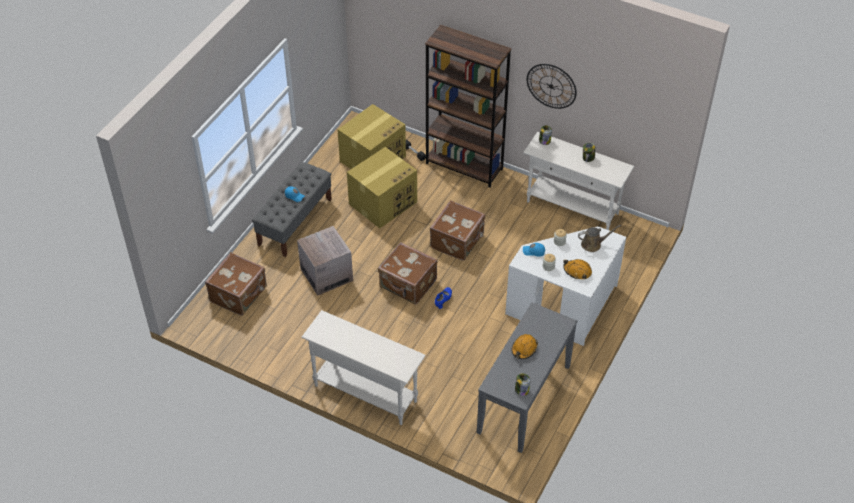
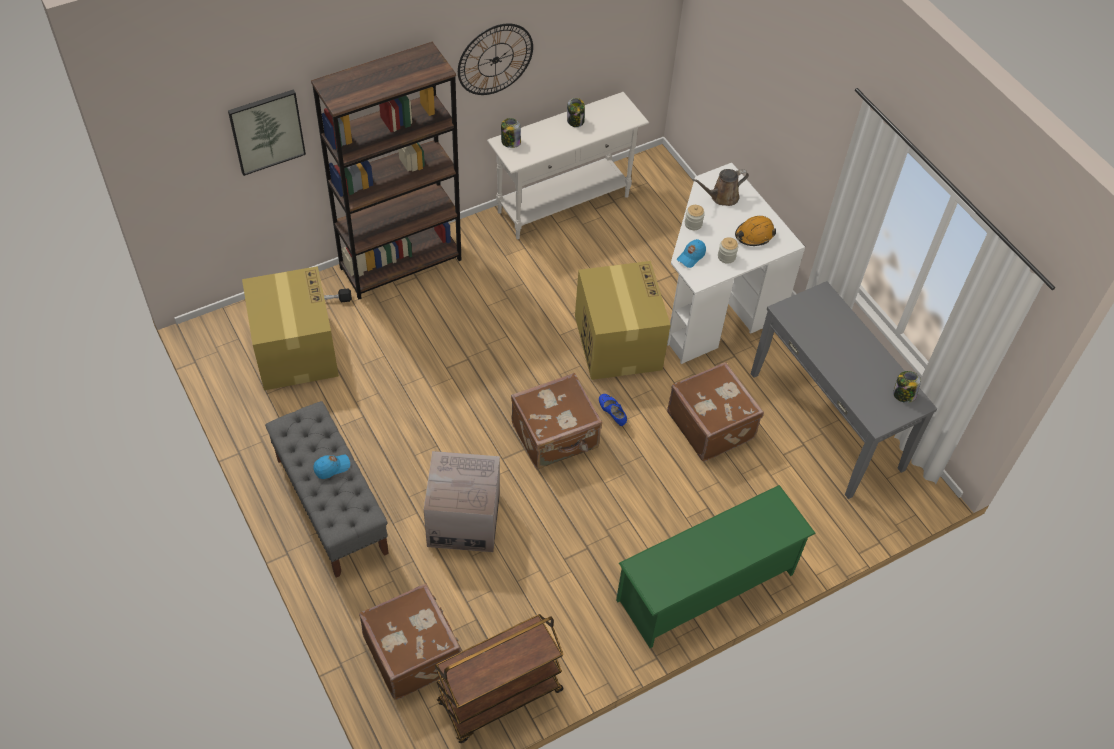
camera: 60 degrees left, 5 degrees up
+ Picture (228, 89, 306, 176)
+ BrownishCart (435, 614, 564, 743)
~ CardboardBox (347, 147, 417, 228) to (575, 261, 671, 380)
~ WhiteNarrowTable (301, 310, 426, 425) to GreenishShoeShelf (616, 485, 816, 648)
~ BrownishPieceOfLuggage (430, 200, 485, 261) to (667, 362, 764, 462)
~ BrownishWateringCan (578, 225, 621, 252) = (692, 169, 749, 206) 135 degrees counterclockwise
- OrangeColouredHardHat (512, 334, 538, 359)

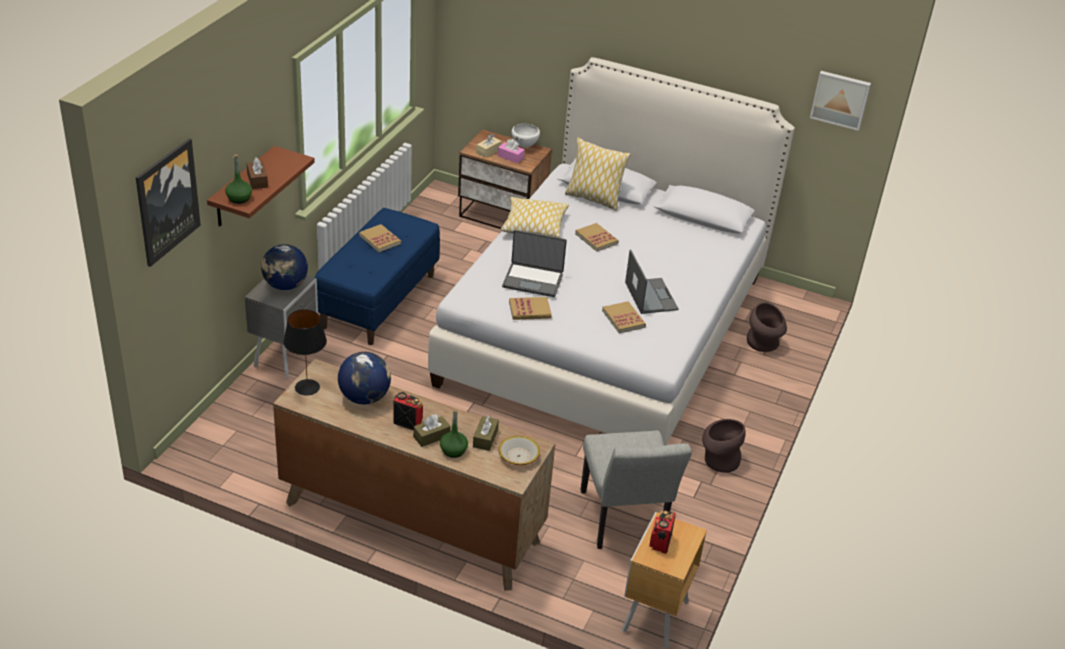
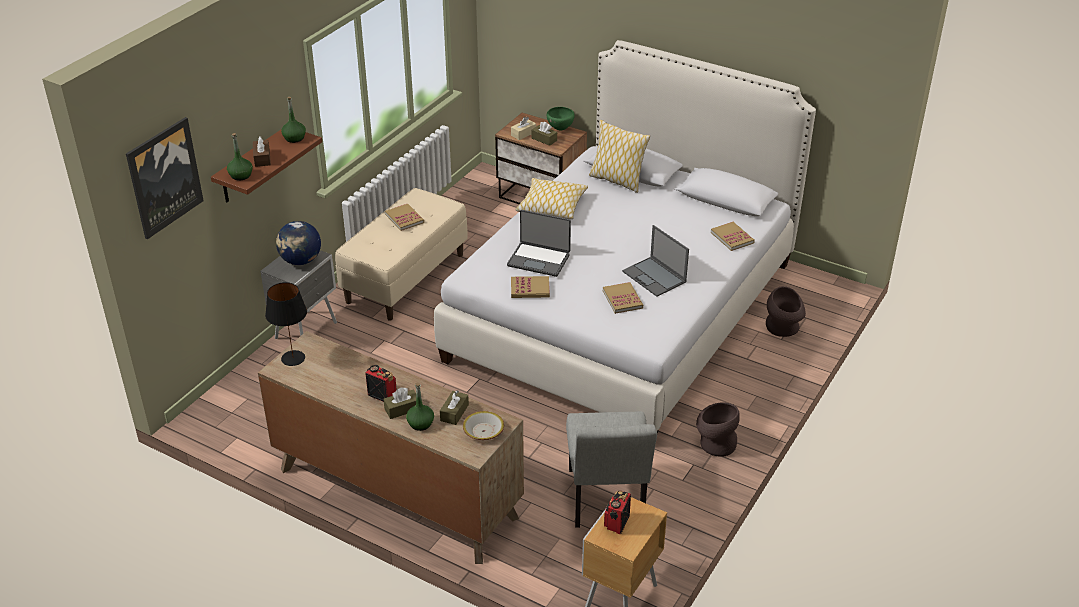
camera: 10 degrees right, 0 degrees up
+ GreenishBottle (281, 97, 306, 143)
~ BluishLongSeat (315, 208, 440, 345) to BeigeLongSeat (335, 188, 468, 321)
~ PinkishTissueHolder (498, 139, 525, 163) to BrownishTissueHolder (532, 122, 557, 146)
~ WhiteDeepDish (512, 124, 540, 148) to GreenishDeepDish (547, 107, 575, 130)
~ Laptop (625, 250, 679, 314) = (622, 225, 689, 297) 150 degrees clockwise
~ Book (575, 223, 619, 252) to (711, 222, 755, 251)
- DeskGlobe (338, 352, 391, 405)
- Picture (810, 71, 871, 131)

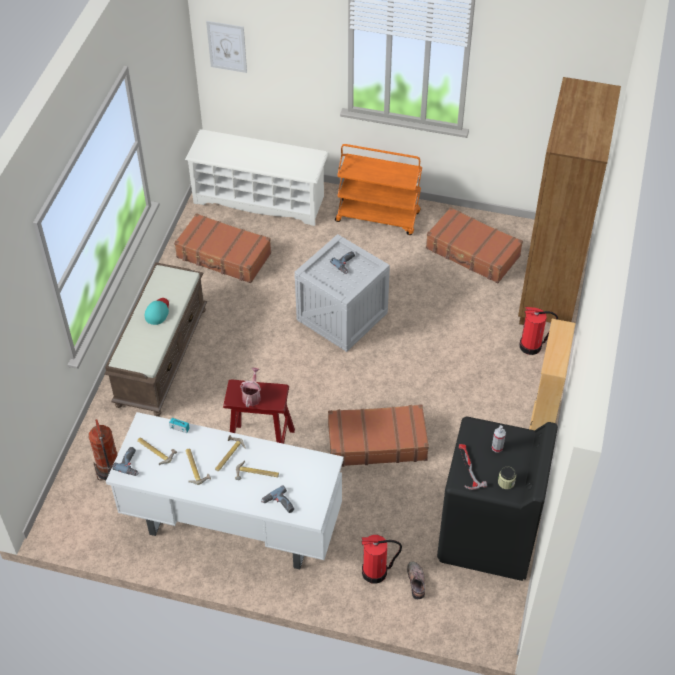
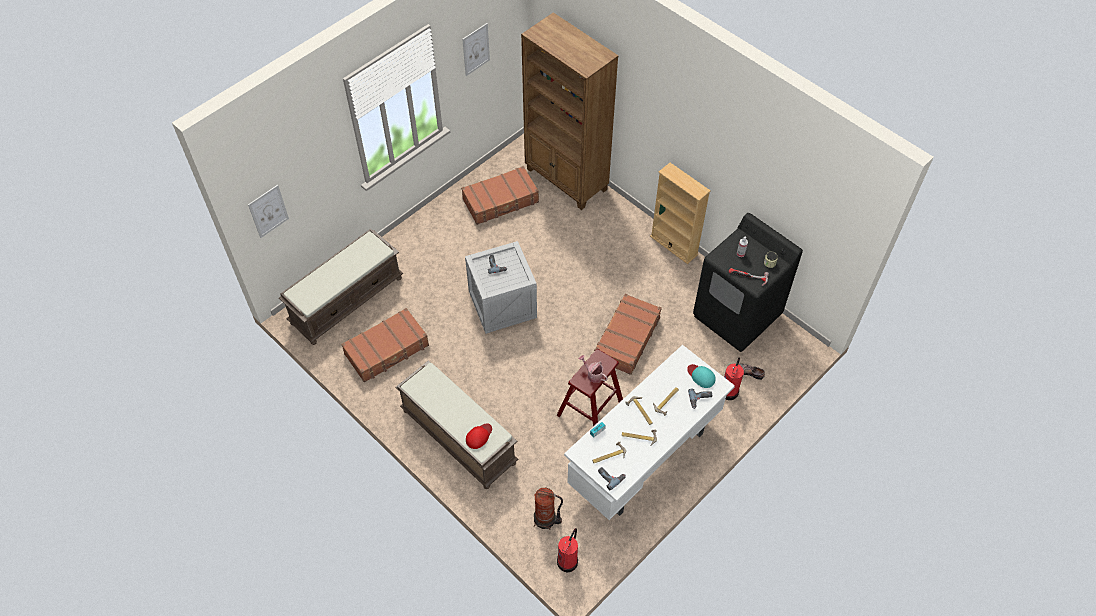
camera: 60 degrees left, 5 degrees up
~ WhiteShoeShelf (185, 129, 329, 226) to BrownishLongSeat (279, 229, 403, 345)
+ Picture (462, 23, 490, 76)
+ ReddishPeakedCap (466, 423, 492, 449)
~ Extinguisher (519, 307, 558, 355) to (557, 528, 578, 573)
~ TurquoisePeakedCap (145, 298, 169, 325) to (687, 364, 716, 388)
- OrangeColouredCart (335, 144, 422, 235)

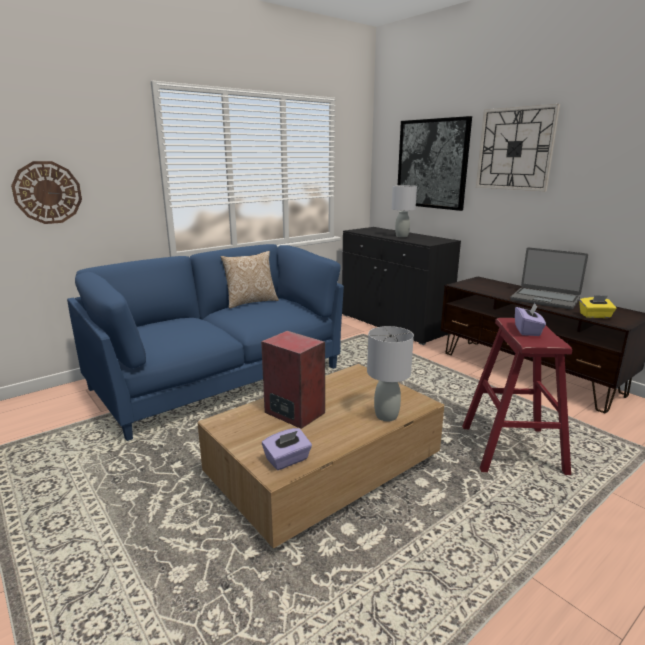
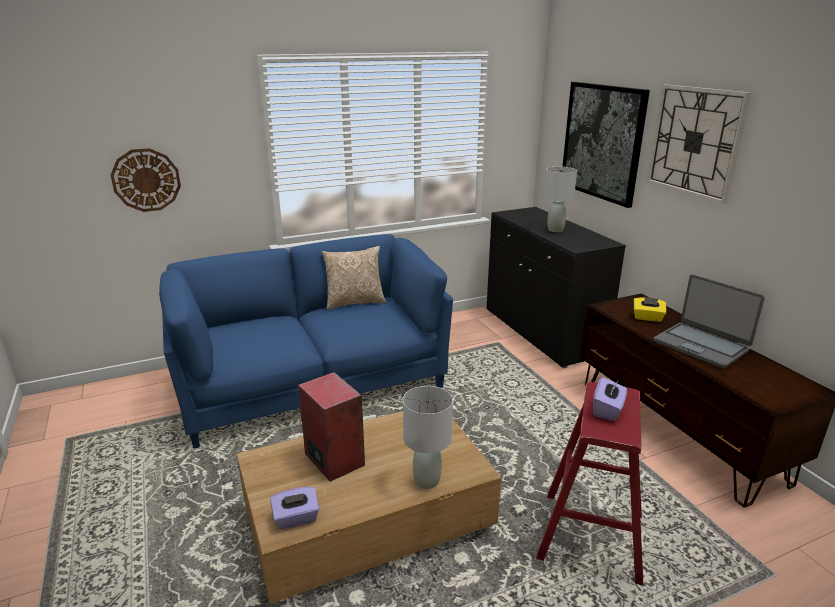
camera: 15 degrees right, 5 degrees up
~ YellowishTissueHolder (579, 295, 616, 318) to (634, 297, 666, 322)

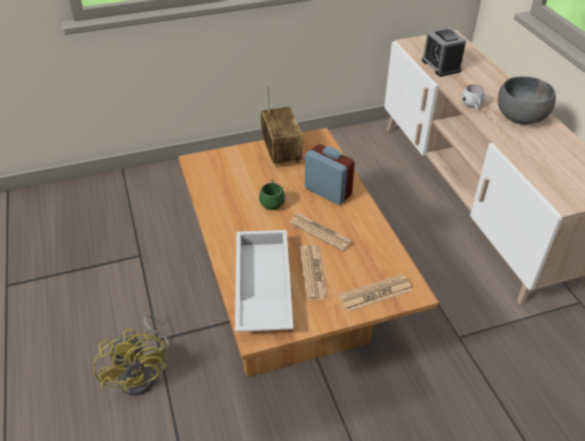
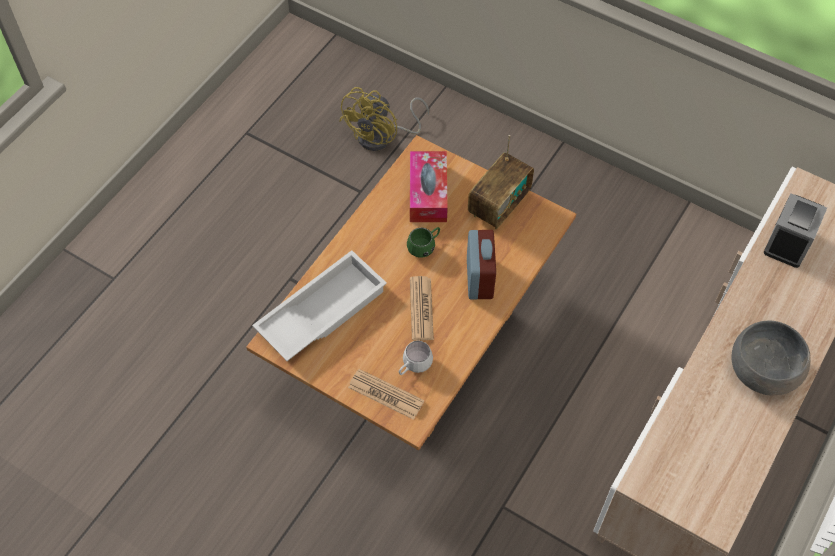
camera: 50 degrees right, 15 degrees up
~ YellowishCoolingFan (93, 315, 170, 396) to (339, 87, 429, 151)
~ WhiteMug (462, 84, 484, 110) to (399, 341, 433, 375)
+ TissueHolder (410, 151, 448, 222)
- PrintedPaper (299, 245, 328, 300)

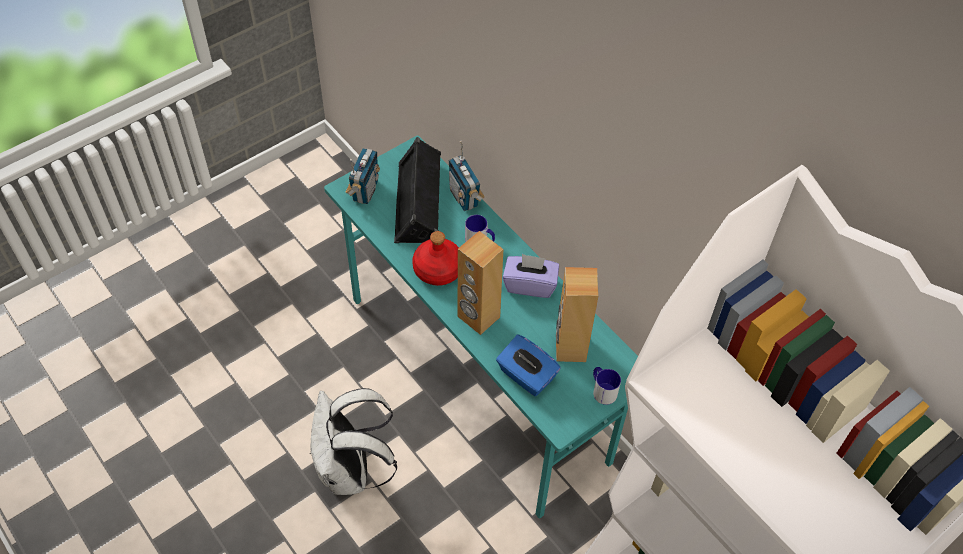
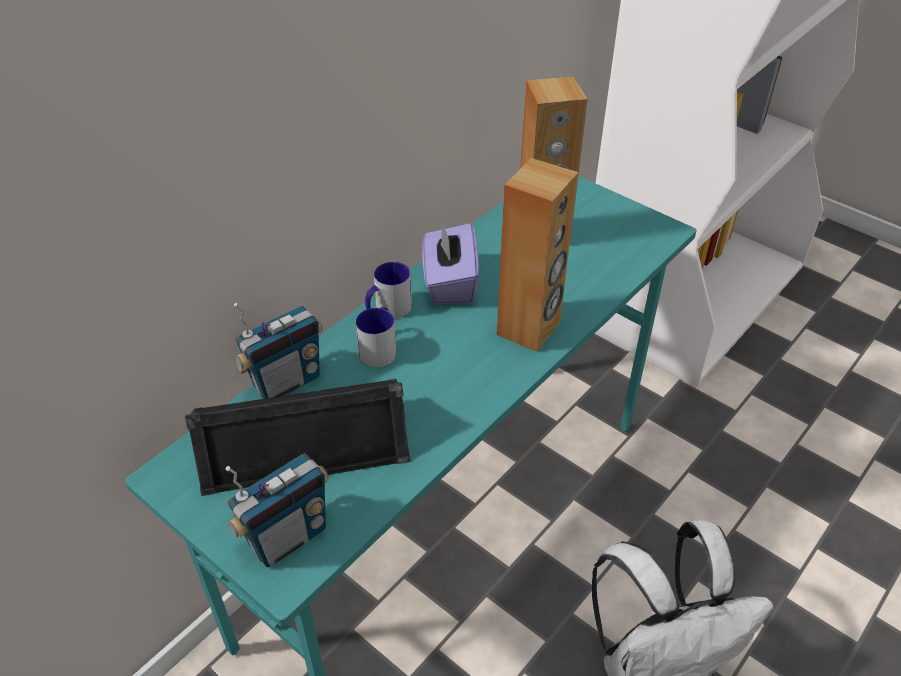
camera: 100 degrees left, 10 degrees down
~ RadioReceiver (345, 148, 380, 204) = (226, 453, 329, 567) 135 degrees clockwise
~ Mug (593, 367, 621, 405) to (365, 262, 412, 318)
- ReddishBottle (412, 231, 459, 286)
- BluishTissueHolder (496, 334, 561, 396)

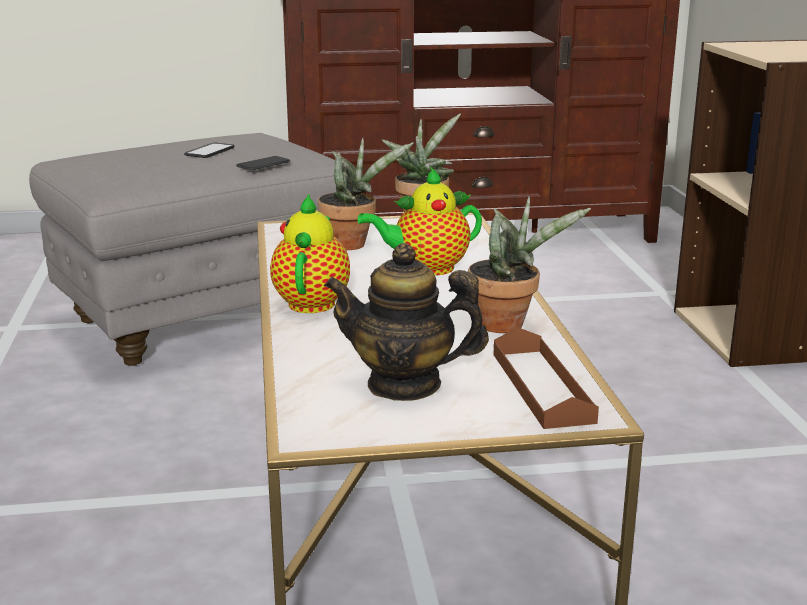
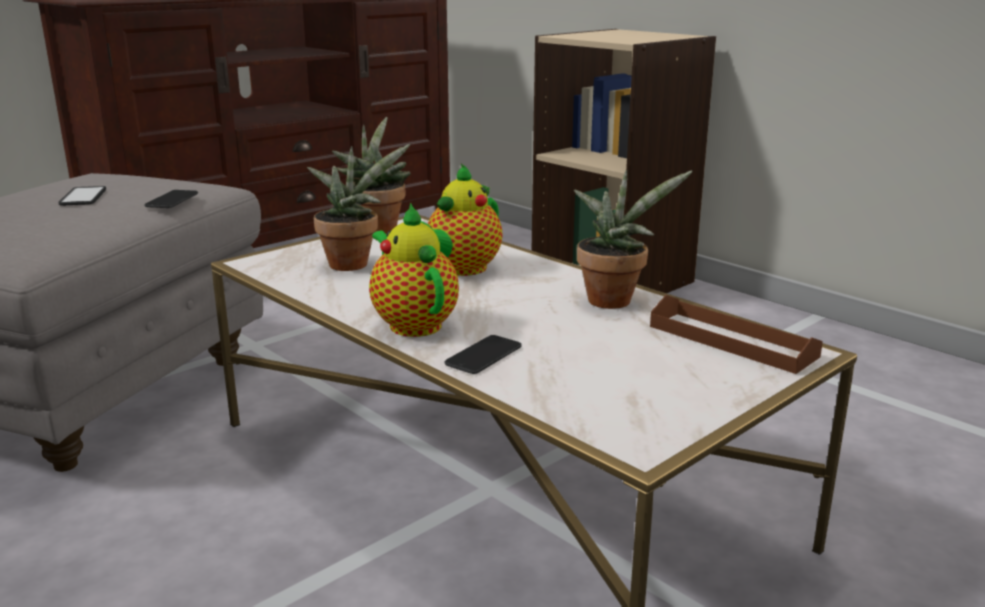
camera: 35 degrees left, 0 degrees up
+ Telephone (444, 335, 522, 374)
- PotForTea (324, 243, 489, 401)

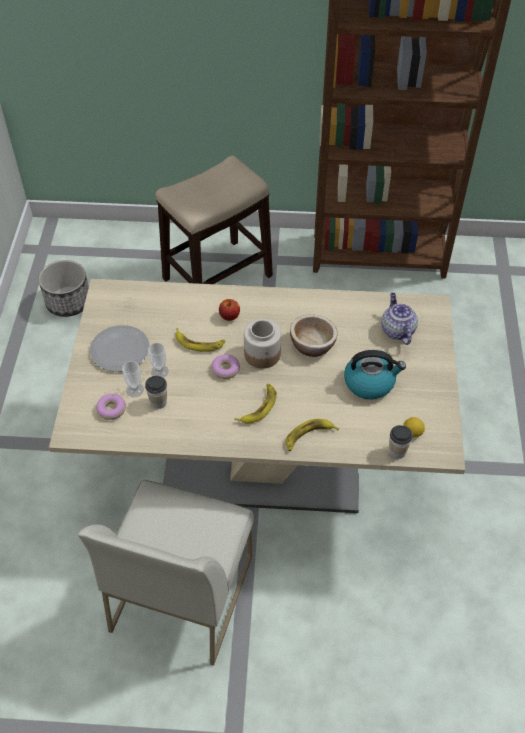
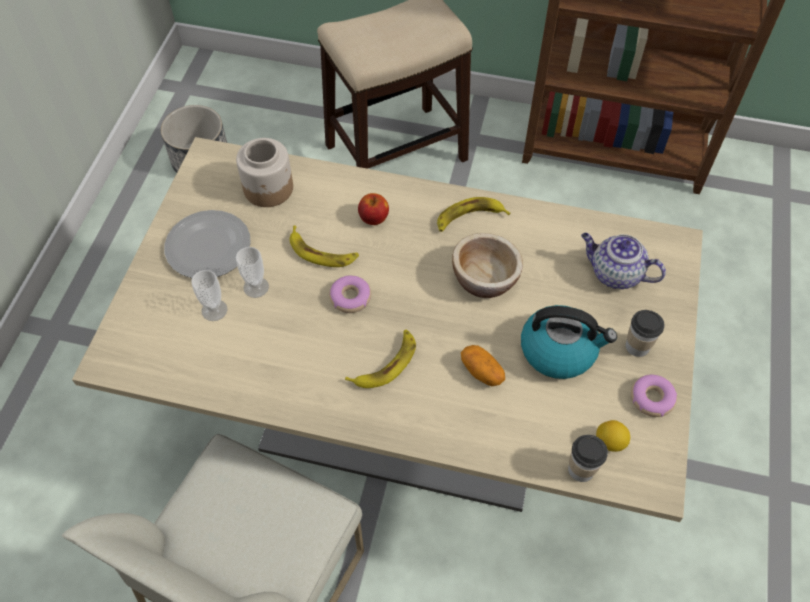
camera: 10 degrees right, 5 degrees up
~ Jar (244, 319, 281, 369) to (236, 138, 293, 207)
~ WholeBanana (286, 419, 339, 451) to (437, 197, 511, 232)
+ WholePotato (461, 345, 505, 386)
~ PotForTea (381, 293, 418, 345) = (581, 233, 666, 289) 60 degrees counterclockwise
~ DrinkingCup (145, 376, 167, 409) to (626, 310, 665, 357)
~ Donut (96, 394, 126, 420) to (631, 374, 677, 417)

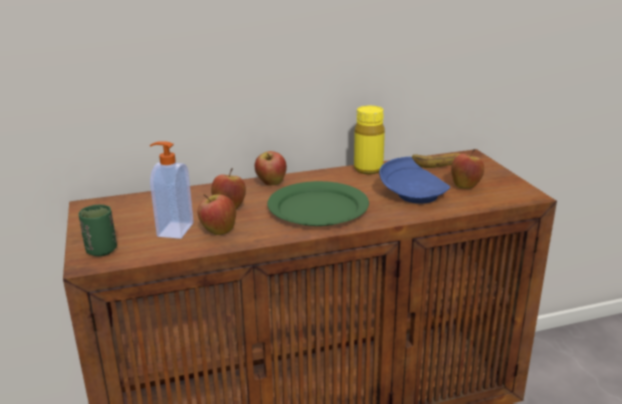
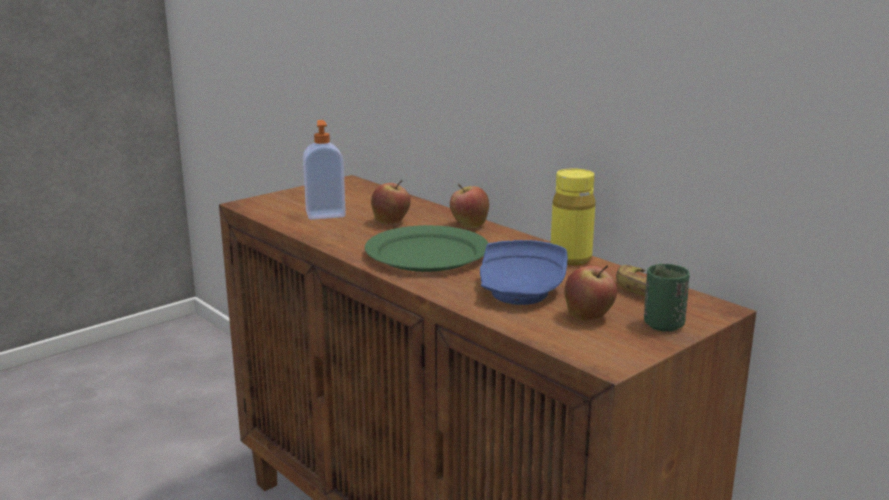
camera: 65 degrees right, 5 degrees down
~ GreenishDrinkingCup (79, 205, 117, 256) to (644, 264, 690, 331)
- AppleFruit (198, 194, 236, 235)

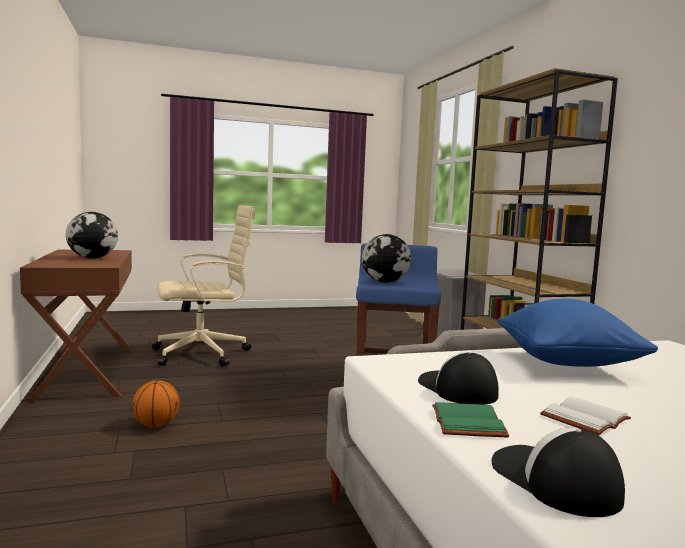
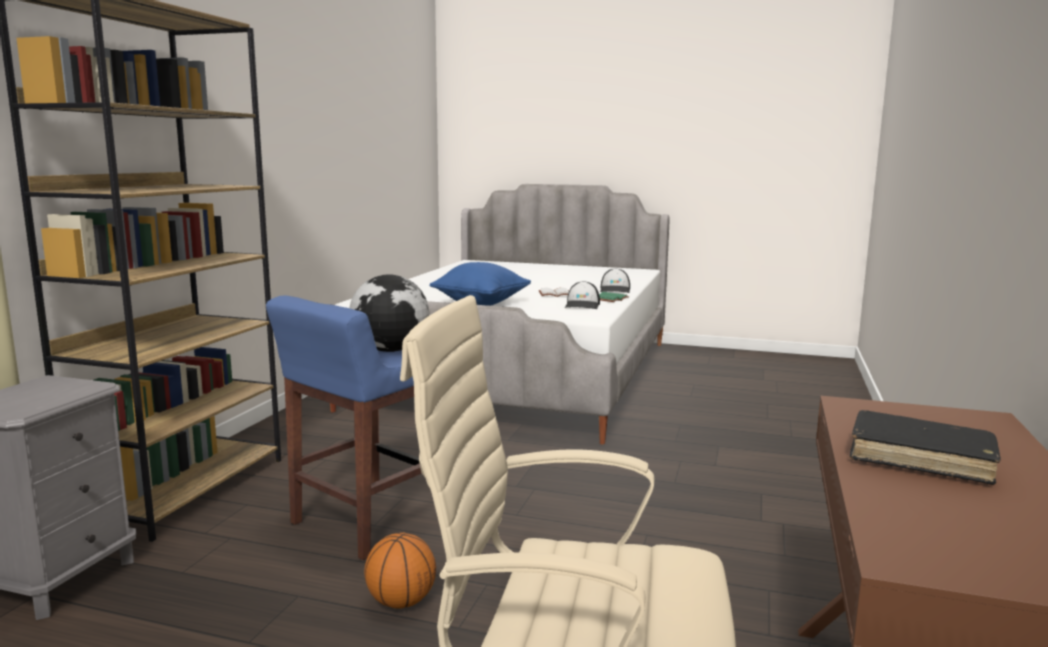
camera: 145 degrees left, 5 degrees up
~ Basketball (132, 380, 180, 428) to (364, 533, 436, 609)
~ DeskGlobe (66, 212, 118, 259) to BlackColouredBook (850, 410, 1001, 485)

